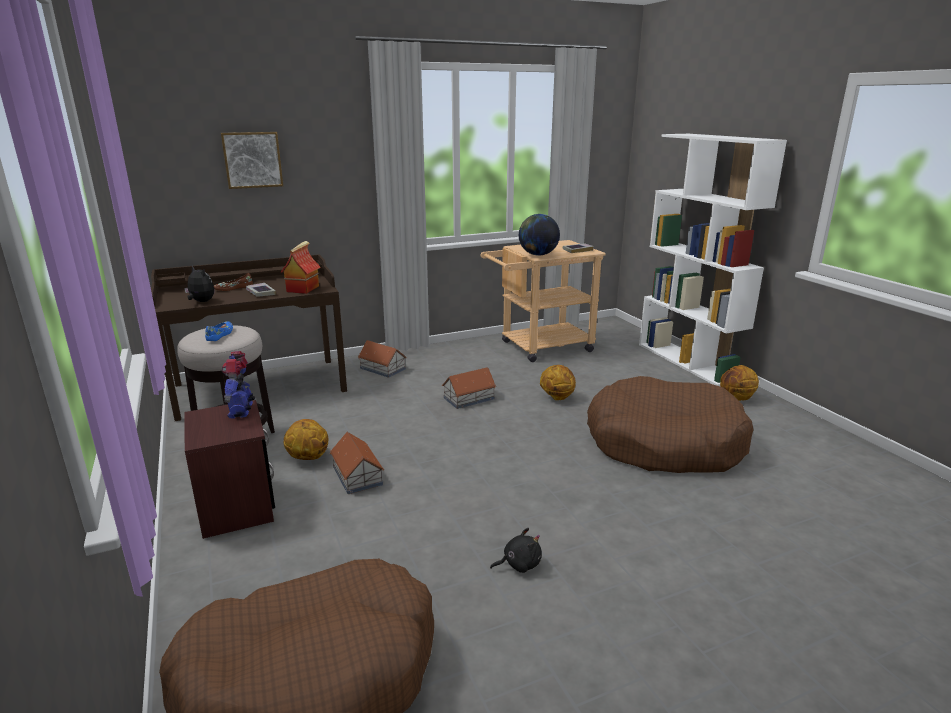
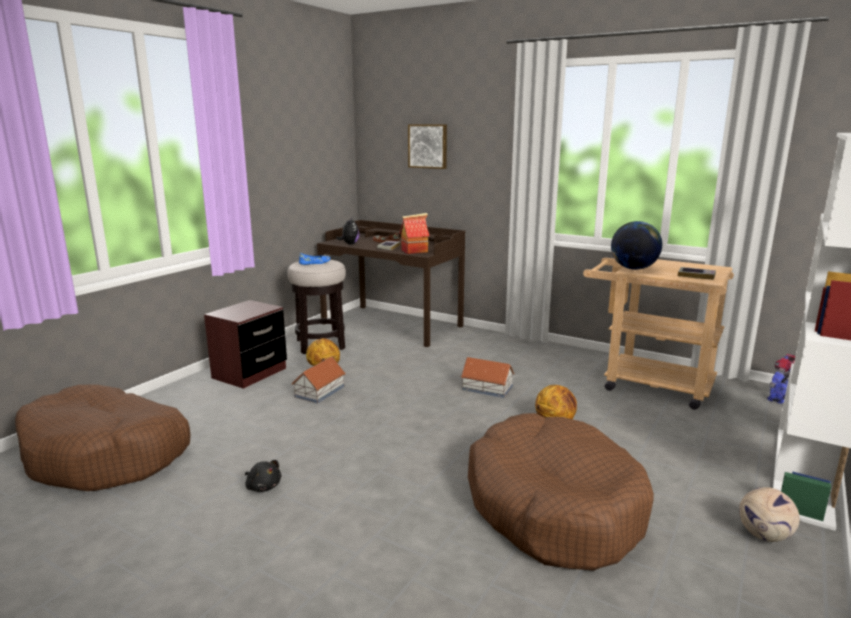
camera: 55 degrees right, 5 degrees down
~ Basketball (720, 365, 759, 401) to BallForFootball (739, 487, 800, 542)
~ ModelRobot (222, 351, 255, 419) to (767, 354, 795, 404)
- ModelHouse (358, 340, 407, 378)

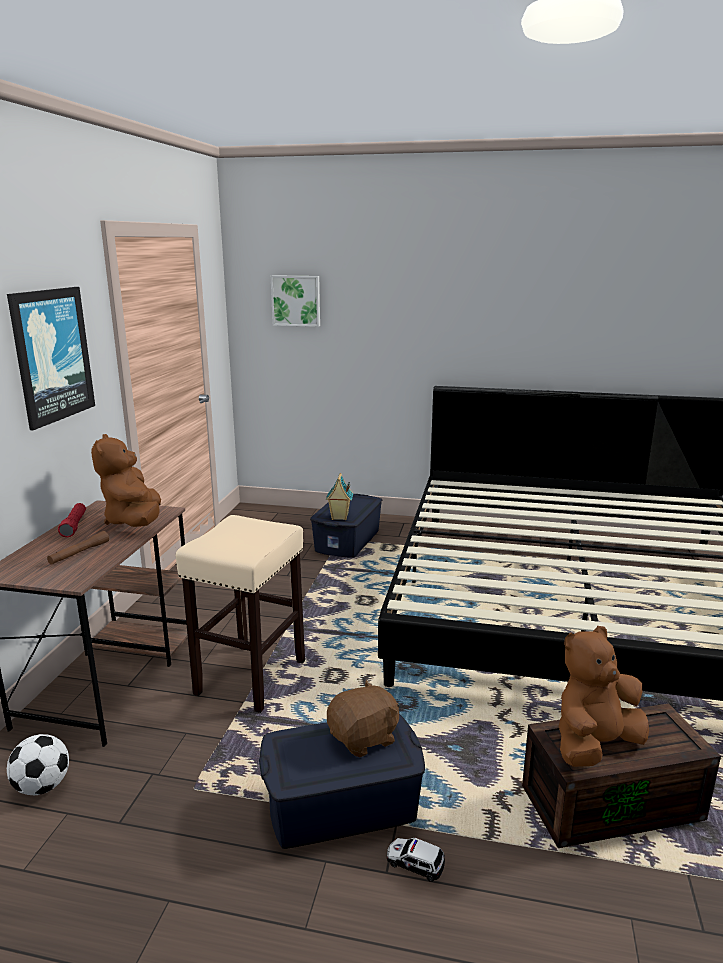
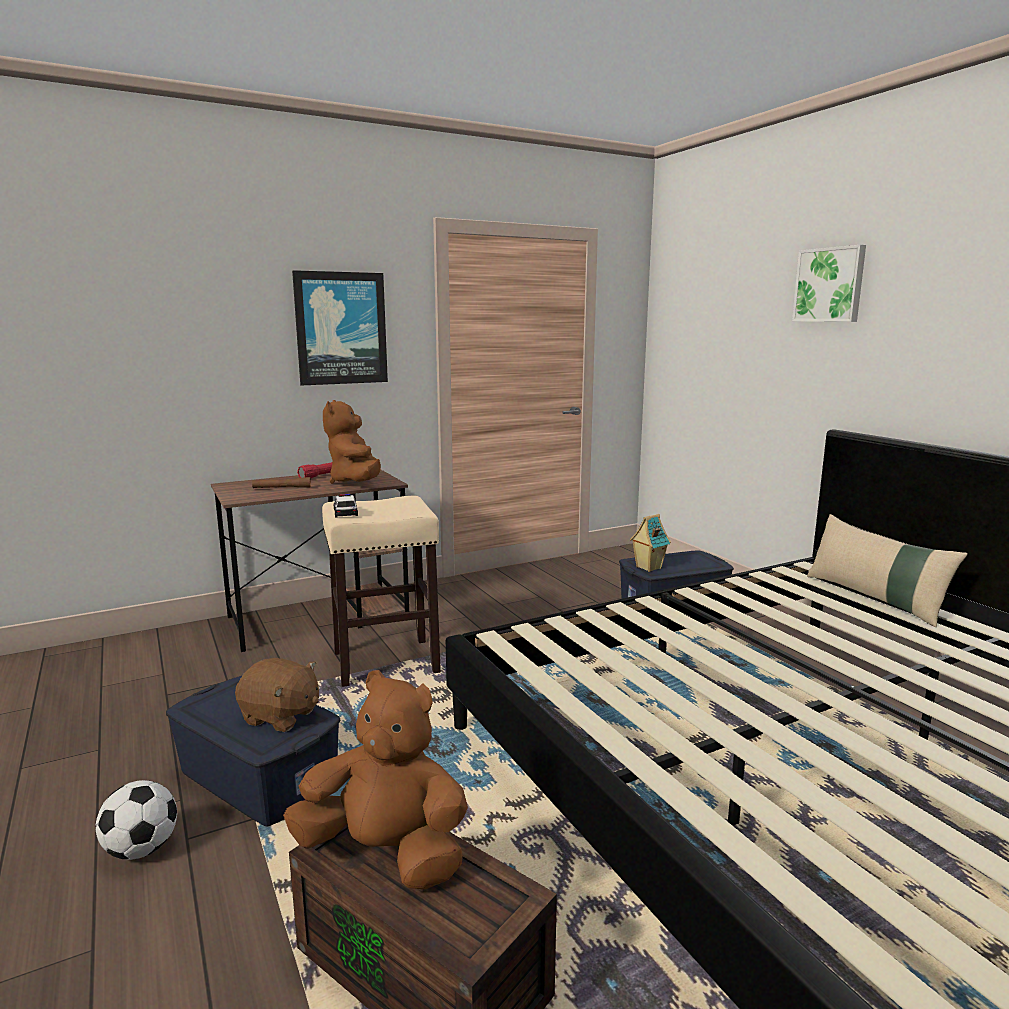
camera: 50 degrees right, 5 degrees down
~ BallForFootball (7, 734, 69, 795) to (96, 780, 177, 860)
~ BrownishPlushToy (91, 434, 161, 527) = (323, 400, 381, 484) 45 degrees counterclockwise
~ MiniatureCar (387, 838, 445, 882) to (333, 494, 358, 517)
~ Picture (271, 275, 320, 327) to (792, 245, 866, 322)
+ BeigeCushion (807, 514, 968, 627)

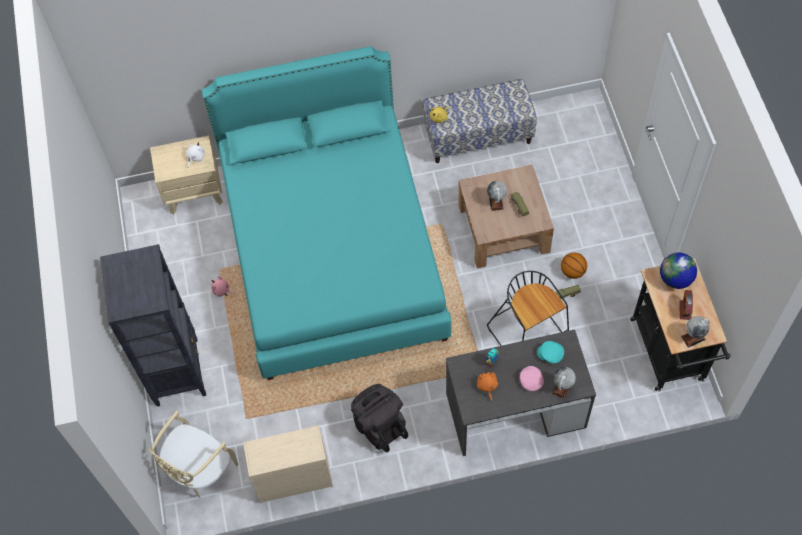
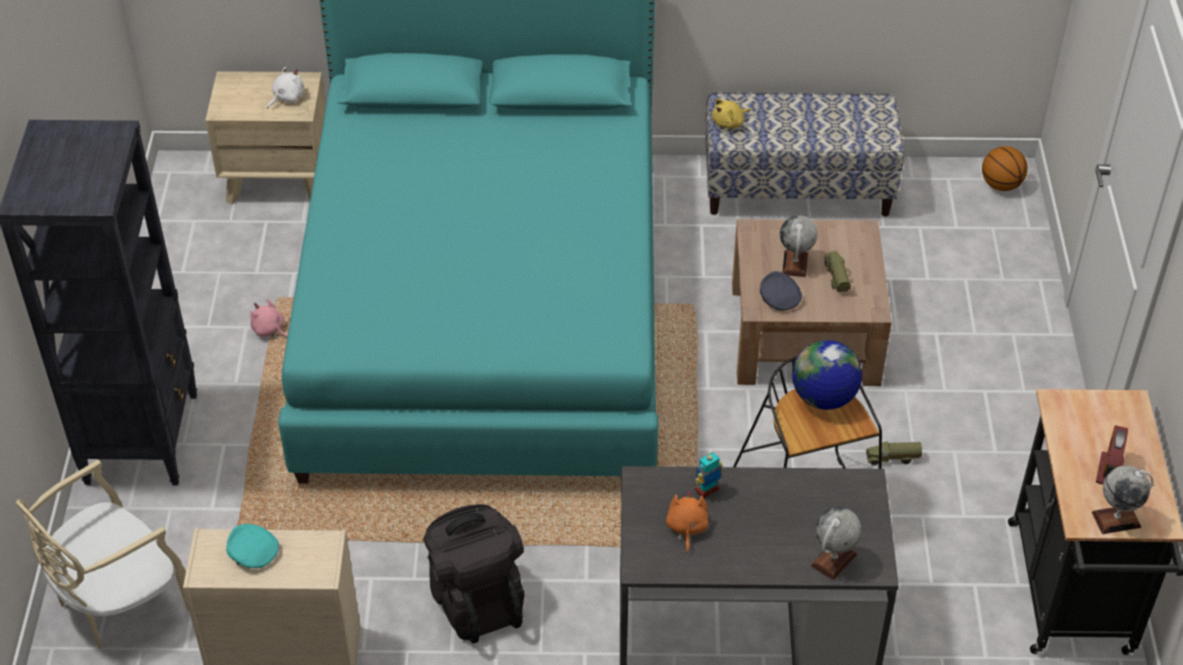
camera: 10 degrees right, 15 degrees down
~ TurquoisePeakedCap (537, 341, 564, 363) to (226, 524, 279, 568)
+ GreyishPeakedCap (760, 271, 802, 311)
~ DeskGlobe (660, 252, 697, 289) to (792, 340, 862, 410)
~ Basketball (561, 252, 587, 279) to (982, 146, 1028, 191)
- PinkishPeakedCap (520, 366, 544, 391)

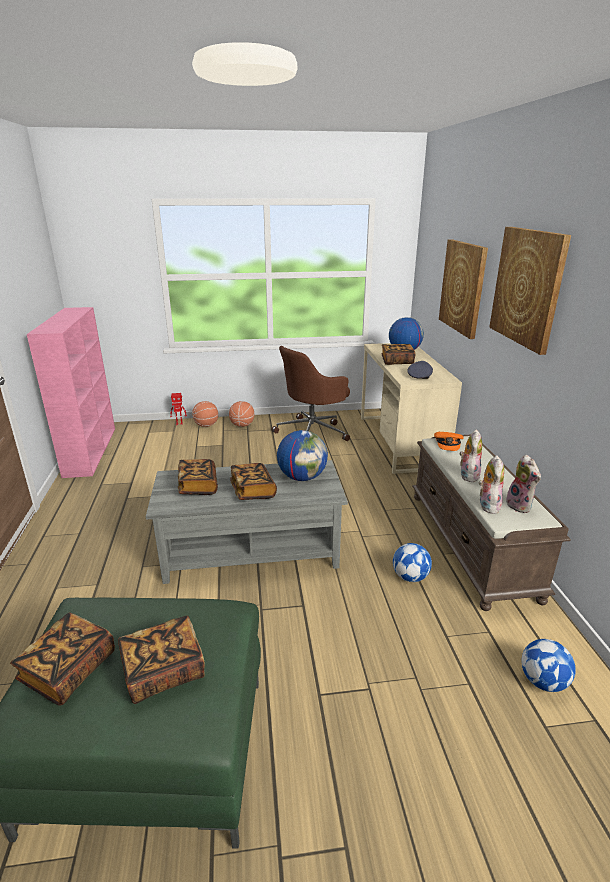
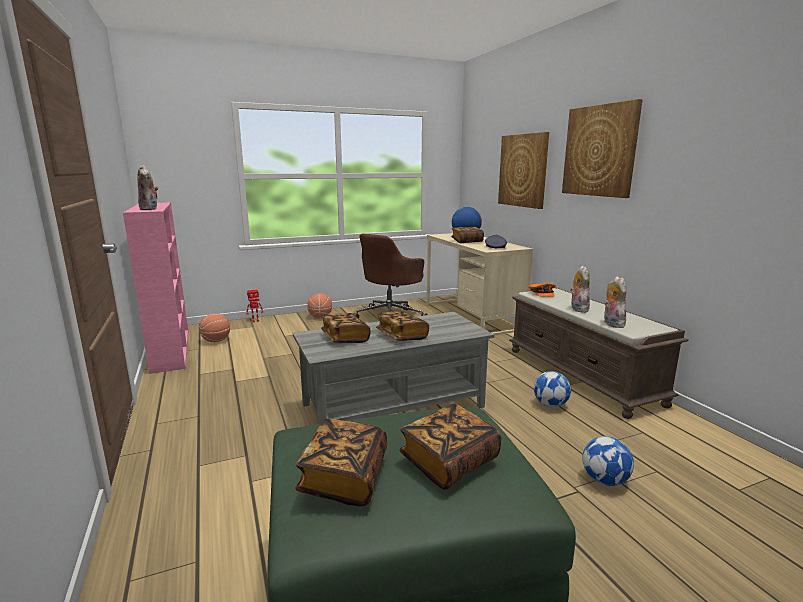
camera: 15 degrees left, 10 degrees down
~ PlushToy (506, 455, 541, 513) to (137, 164, 158, 210)
~ Basketball (192, 401, 218, 427) to (199, 314, 230, 342)
~ BallForFootball (521, 639, 576, 692) to (582, 436, 634, 486)
- DeskGlobe (277, 430, 328, 481)

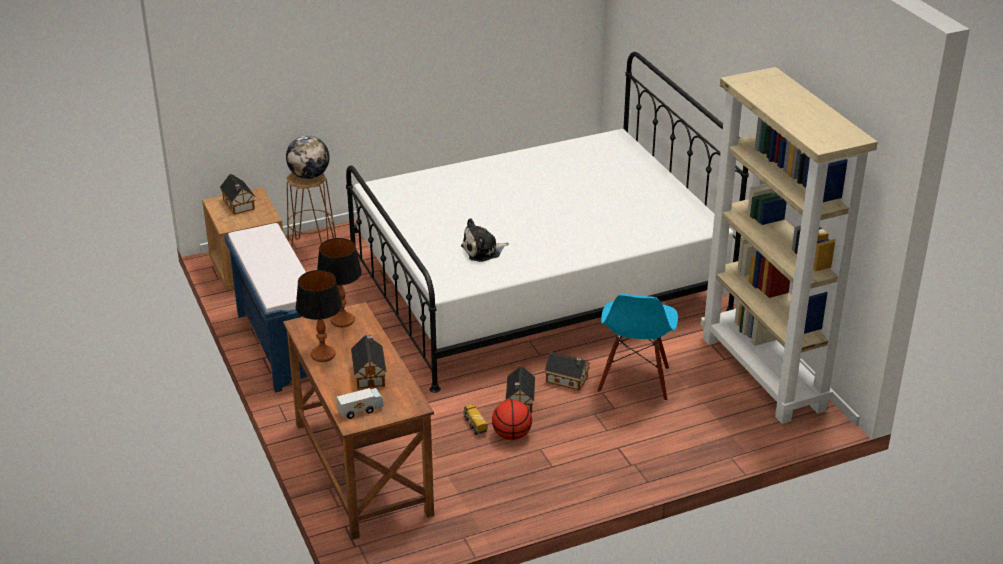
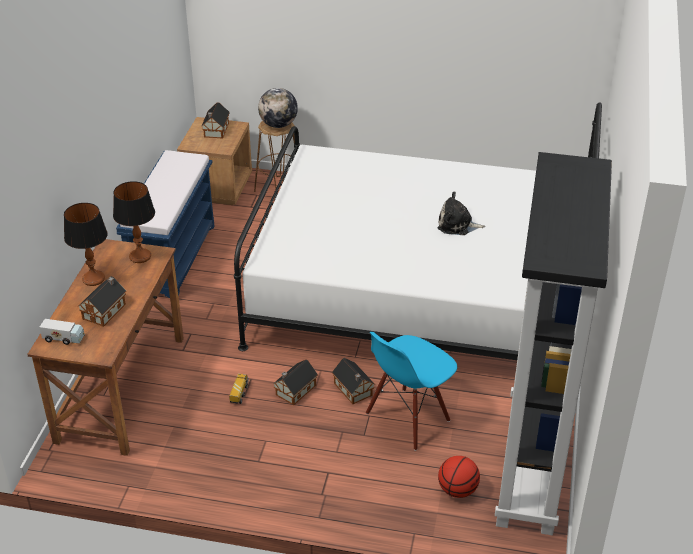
camera: 35 degrees right, 5 degrees up
~ PlushToy (461, 218, 509, 262) to (438, 192, 485, 235)
~ Basketball (492, 400, 532, 440) to (438, 456, 480, 498)
~ BeigeBookshelf (701, 67, 878, 424) to BlackColouredBookshelf (495, 152, 612, 535)

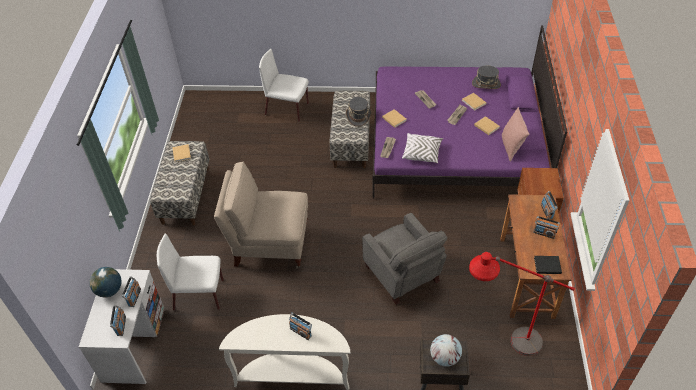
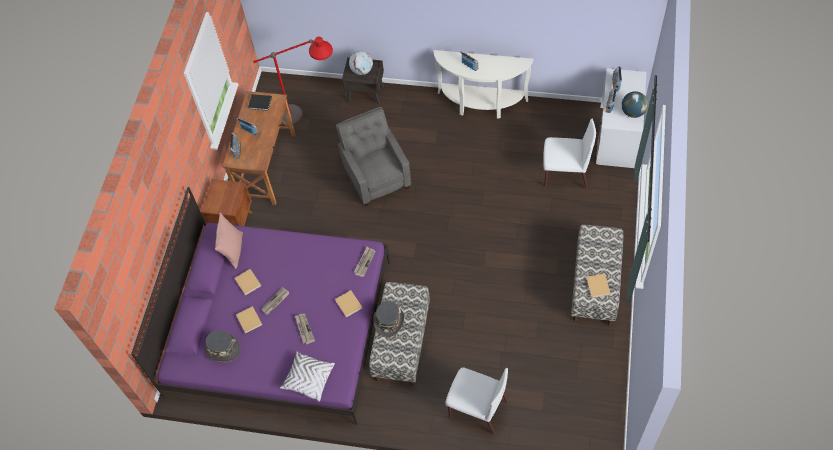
camera: 170 degrees left, 10 degrees up
~ WhiteCushion (402, 133, 443, 163) to (280, 352, 335, 402)
- BeigeChair (214, 162, 308, 268)

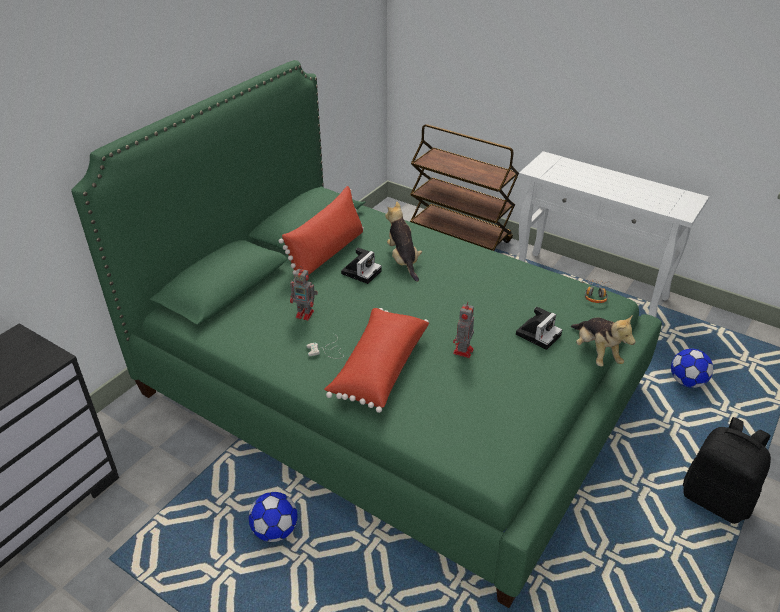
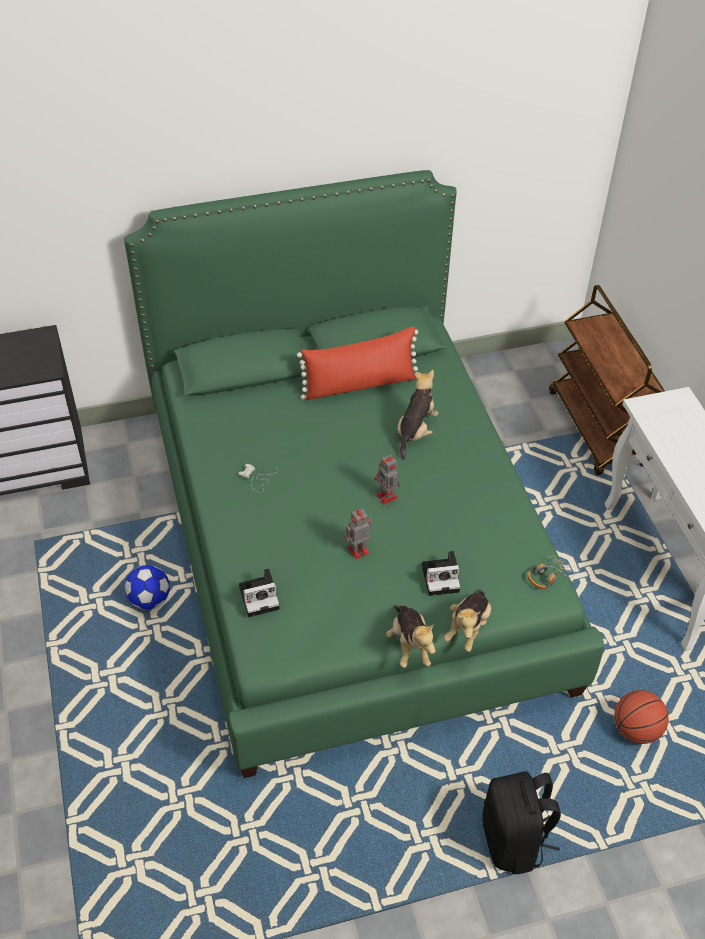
camera: 40 degrees right, 10 degrees up
~ StillCamera (341, 248, 382, 284) to (239, 568, 279, 617)
~ ModelRobot (290, 266, 318, 320) to (374, 454, 400, 505)
+ PlushToy (386, 605, 435, 668)
~ BallForFootball (671, 349, 713, 388) to Basketball (614, 690, 669, 744)
- ReddishCushion (324, 308, 429, 413)

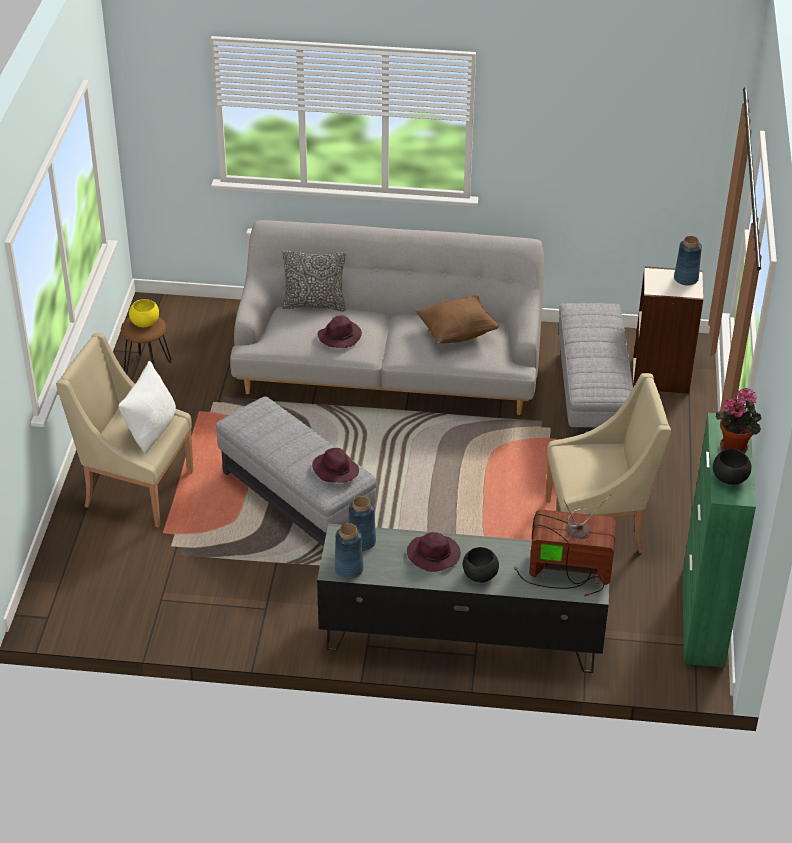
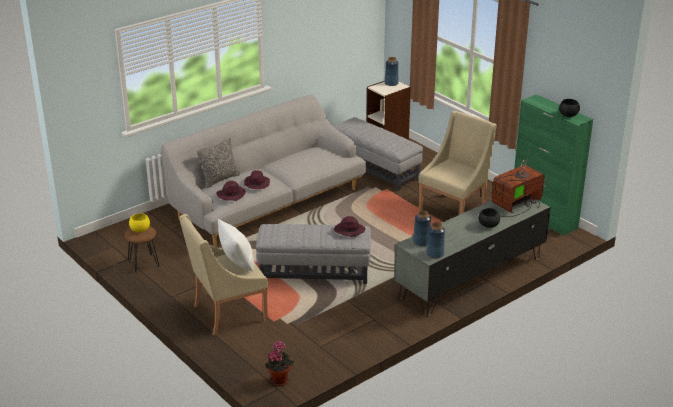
camera: 45 degrees left, 10 degrees down
~ PurpleColouredClothingHat (407, 532, 461, 572) to (216, 181, 246, 201)
~ Houseplant (716, 388, 762, 454) to (265, 341, 294, 386)
- BrownishCushion (415, 296, 499, 344)

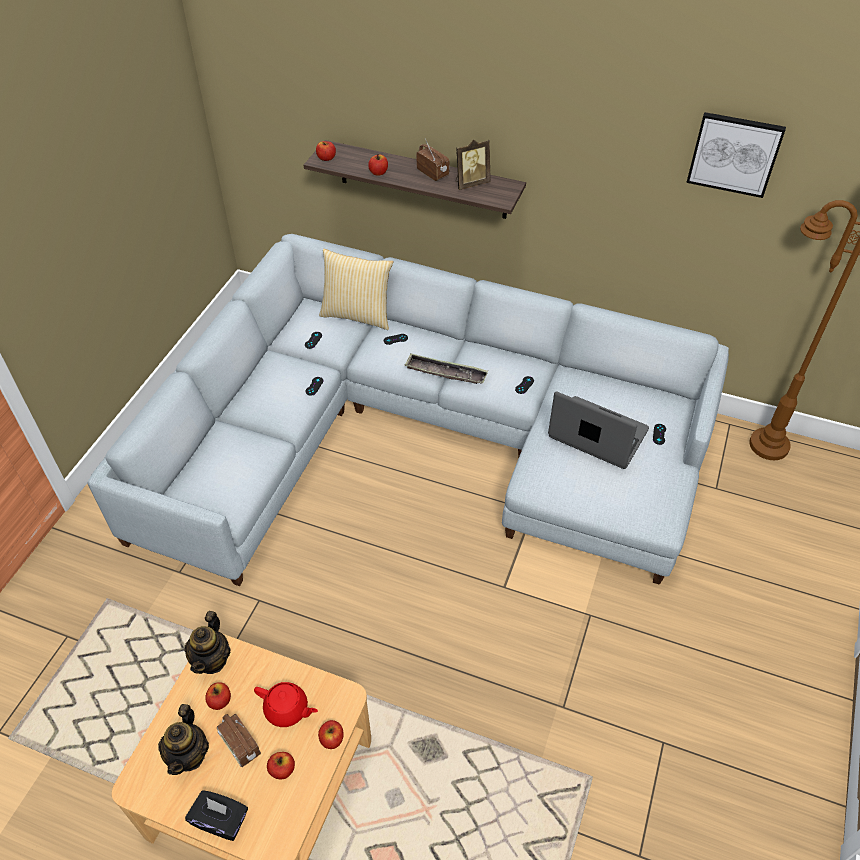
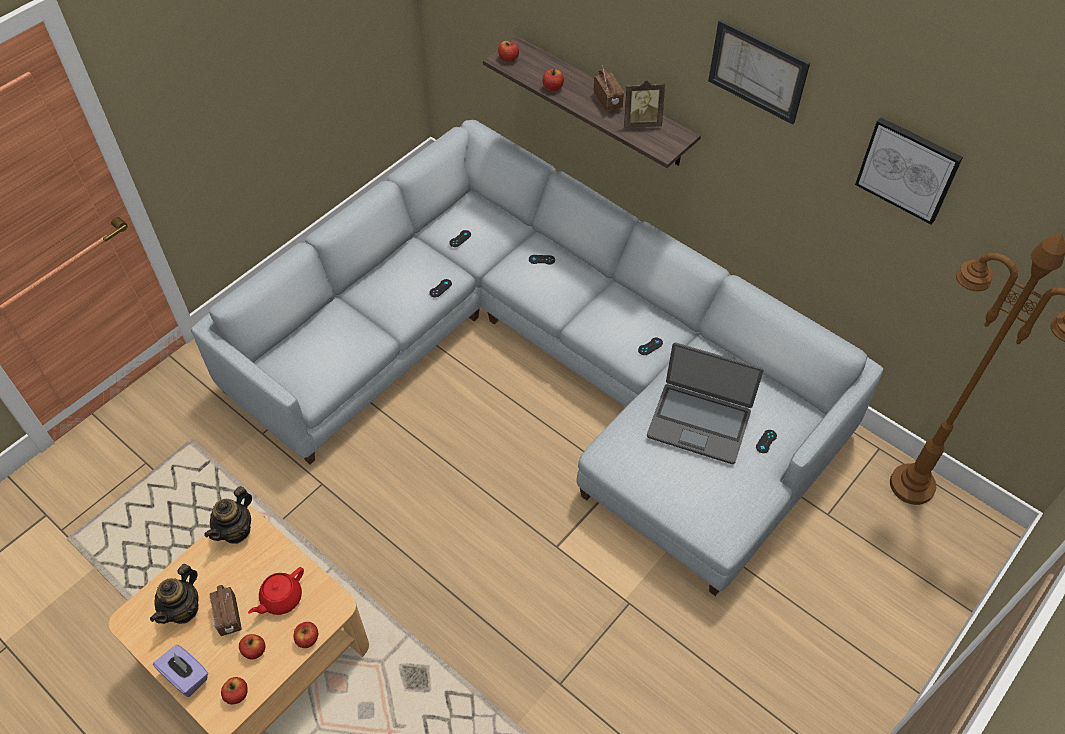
camera: 20 degrees right, 5 degrees up
~ BlackColouredTissueHolder (185, 790, 248, 841) to PurpleColouredTissueHolder (153, 645, 208, 697)
~ AppleFruit (205, 682, 231, 710) to (221, 677, 248, 704)
~ ReddishPotForTea (254, 682, 318, 727) = (248, 567, 304, 615) 90 degrees clockwise
~ Laptop (548, 391, 649, 469) = (647, 342, 763, 464) 150 degrees clockwise
+ Picture (708, 19, 810, 124)
- Cushion (319, 249, 394, 330)
- ServingTray (405, 353, 488, 384)

